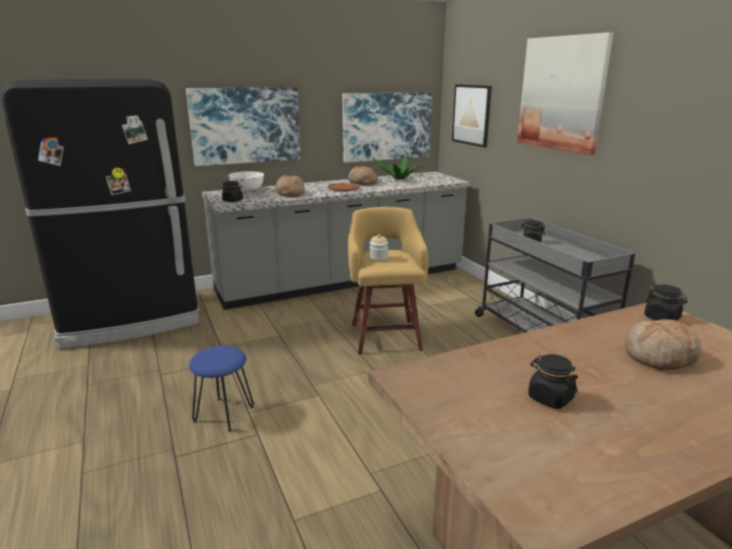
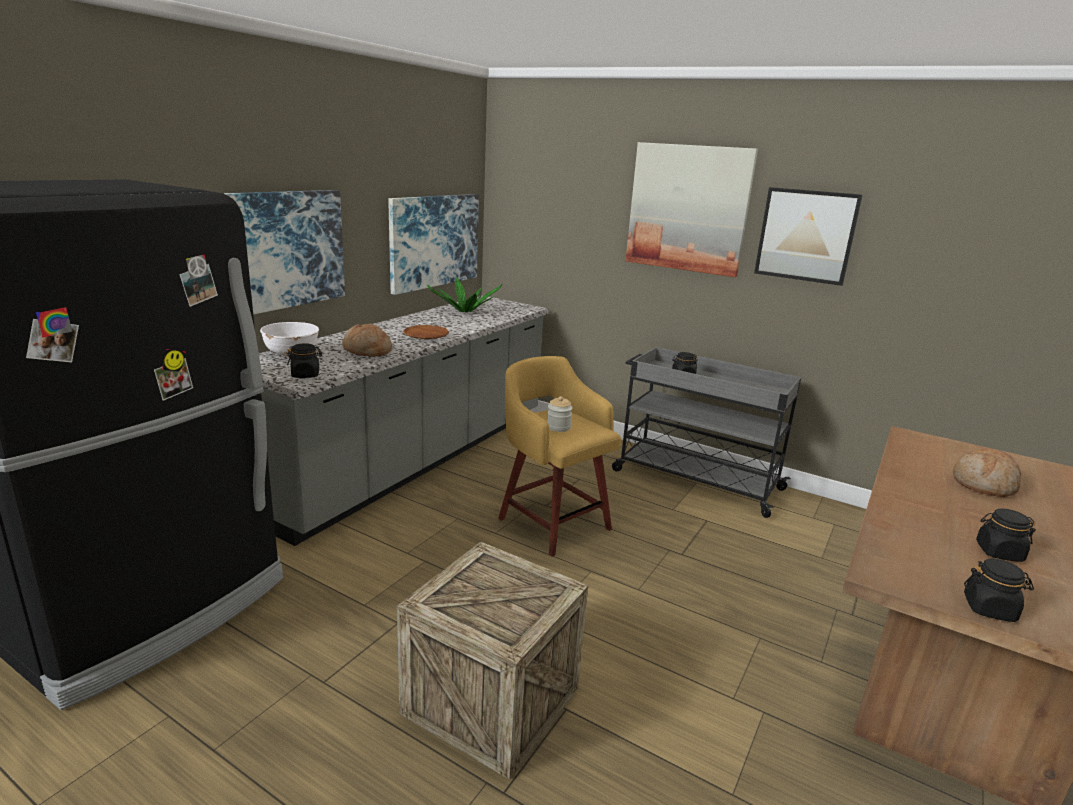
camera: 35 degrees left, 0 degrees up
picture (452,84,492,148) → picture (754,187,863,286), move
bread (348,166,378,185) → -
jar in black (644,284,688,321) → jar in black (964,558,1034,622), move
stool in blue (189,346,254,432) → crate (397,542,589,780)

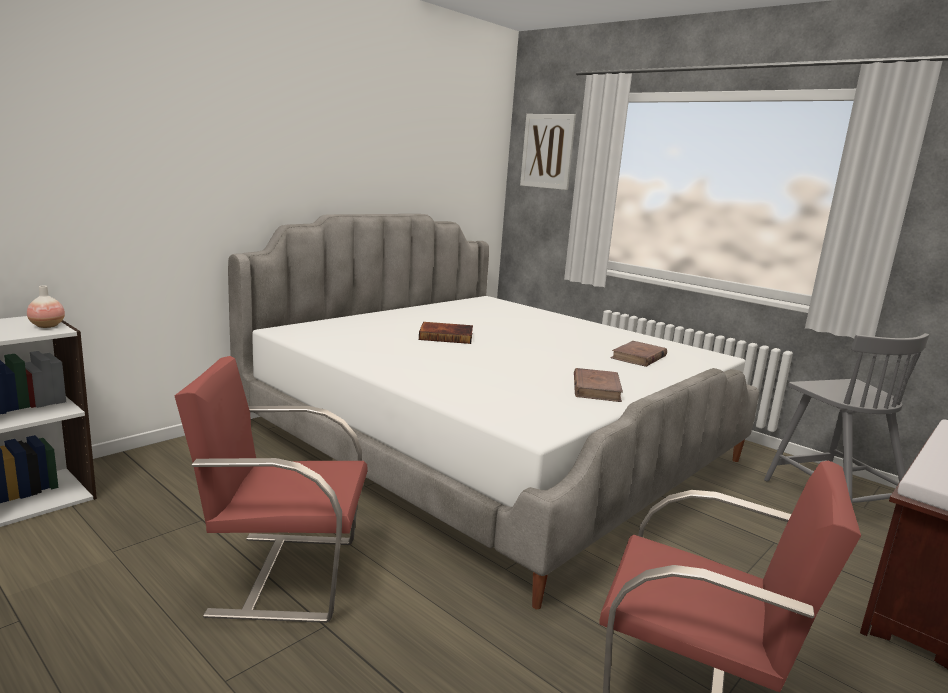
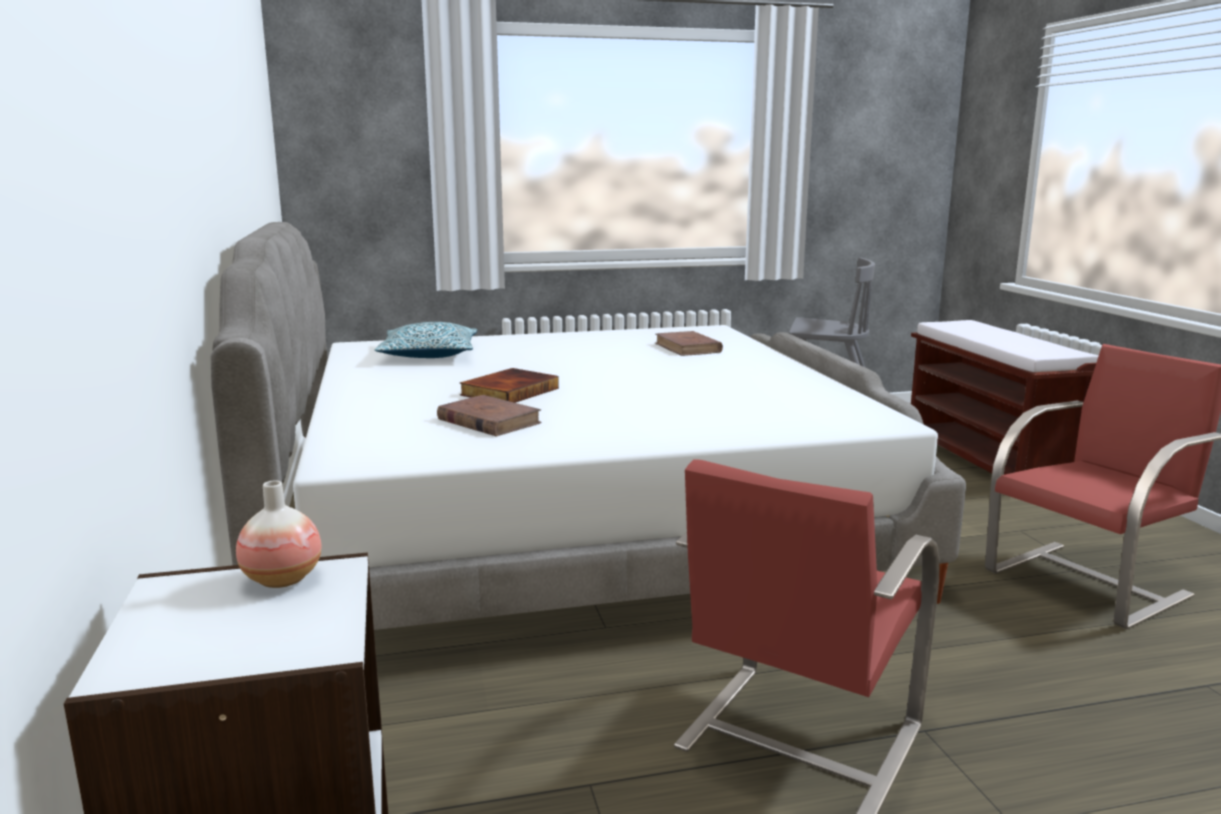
camera: 55 degrees left, 0 degrees up
picture (520,114,576,190) → -
book in brown (574,368,623,402) → book in brown (437,395,541,436), move
- → pillow (374,322,477,358)

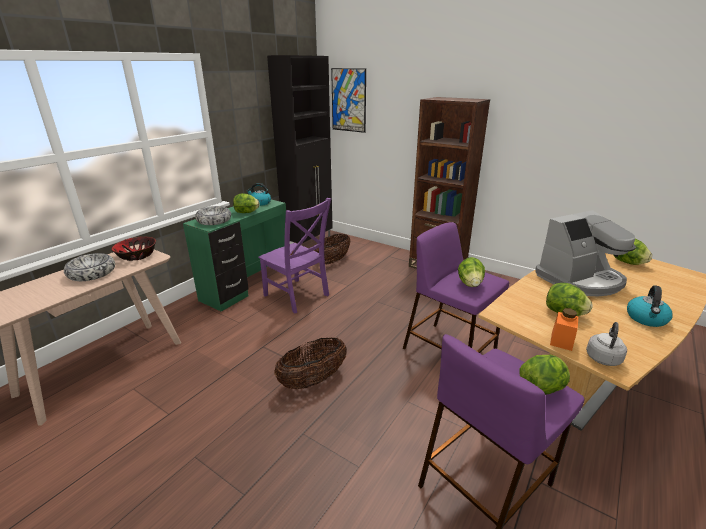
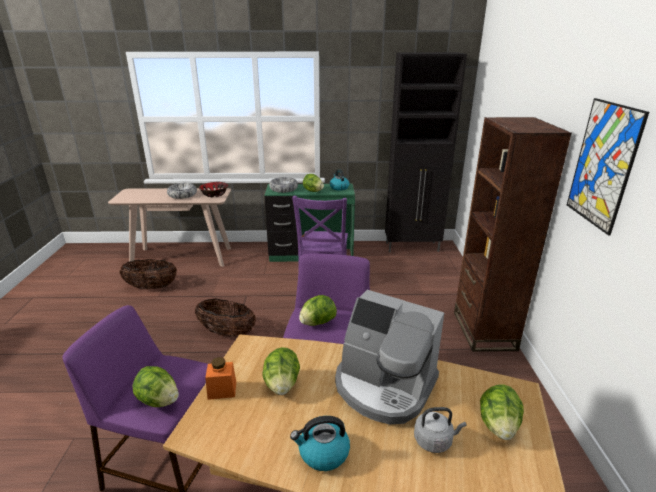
camera: 55 degrees right, 0 degrees up
picture (331,68,366,133) → picture (567,98,649,235), move
basket (314,234,350,264) → basket (119,259,177,289), move
kettle in grey (586,322,627,366) → kettle in grey (414,407,467,453), move

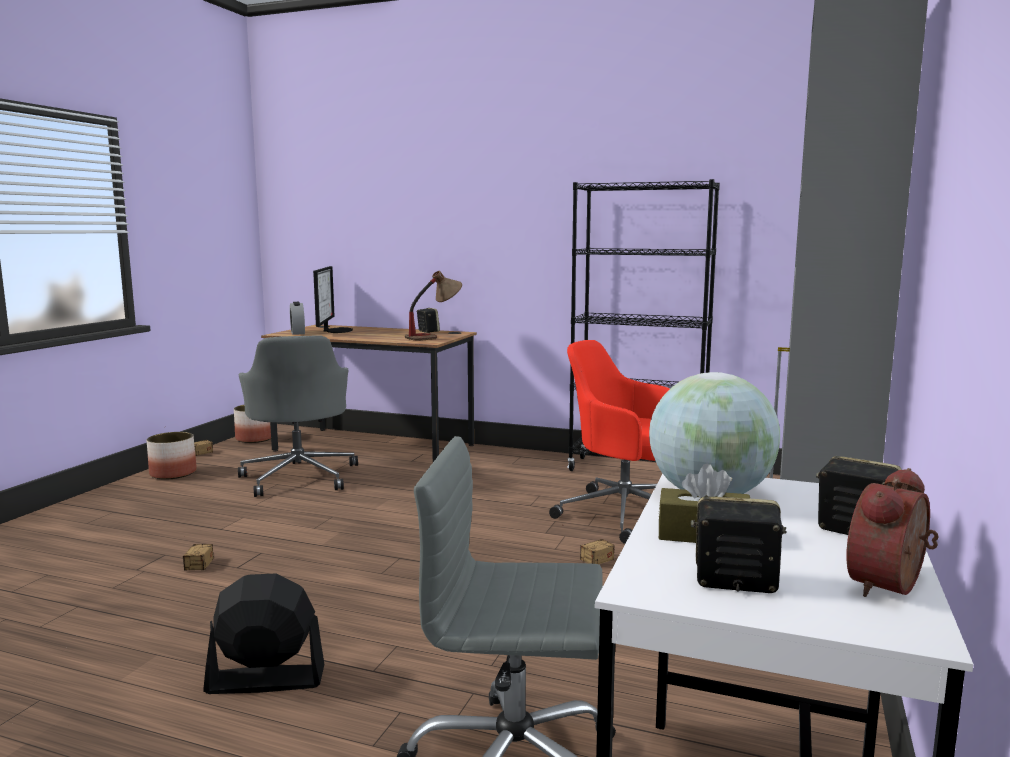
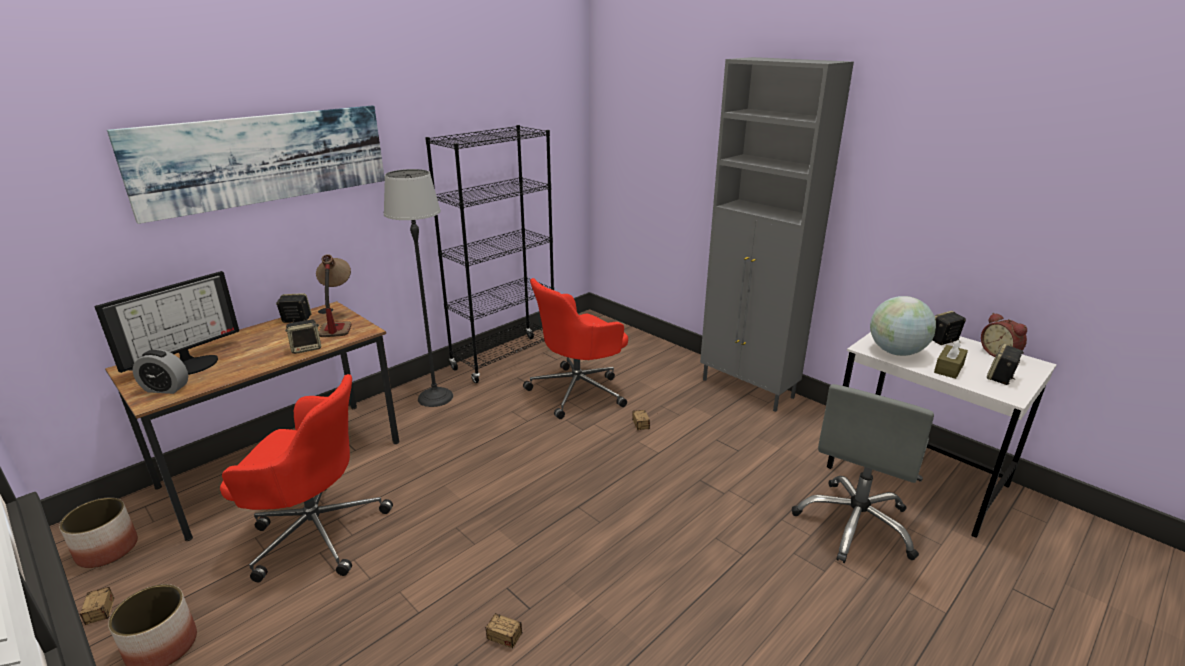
camera: 65 degrees left, 15 degrees up
monitor (313,266,353,333) → monitor (95,271,239,375), 105 degrees clockwise
office chair in grey (238,336,358,497) → office chair in red (220,374,393,582)
fan in black (203,573,324,694) → -
- → picture (107,105,385,224)
- → floor lamp (384,169,453,407)
- → speaker (285,320,321,354)

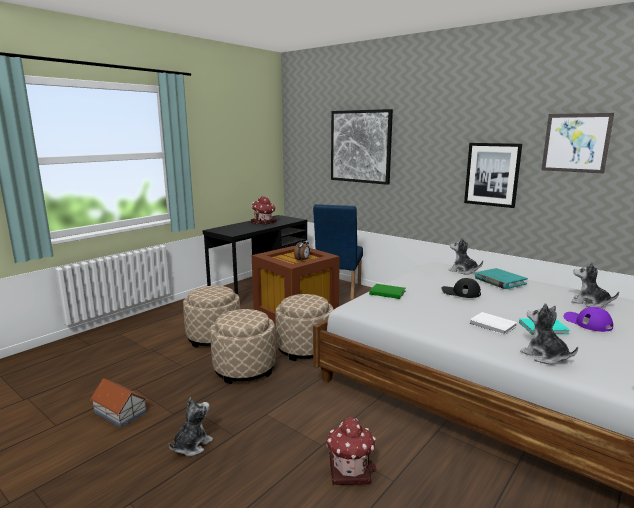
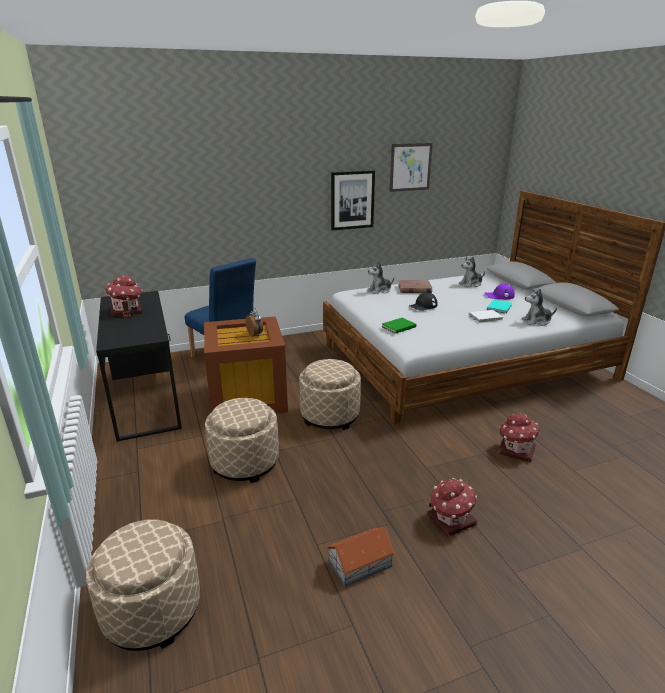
camera: 60 degrees left, 10 degrees up
picture (331,109,393,185) → -
book in turquoise (475,268,528,289) → book in brown (398,280,432,293)
ottoman in beige (210,309,276,384) → ottoman in beige (86,519,200,651), move
plush toy (169,397,213,456) → toy house (427,478,477,537)

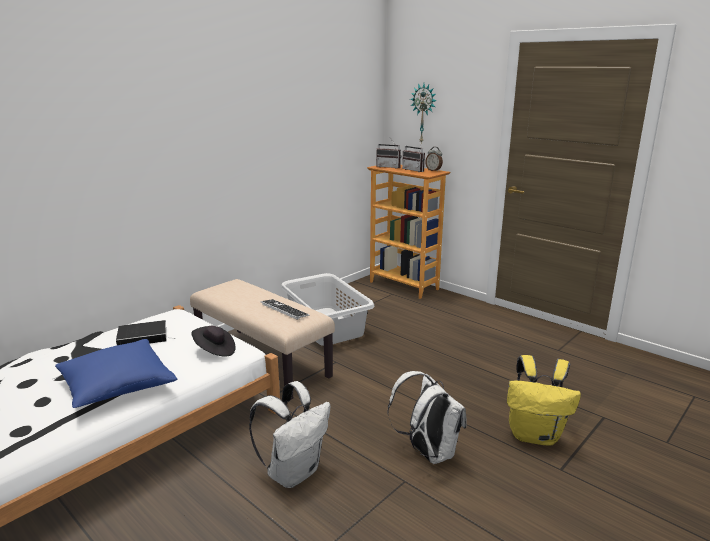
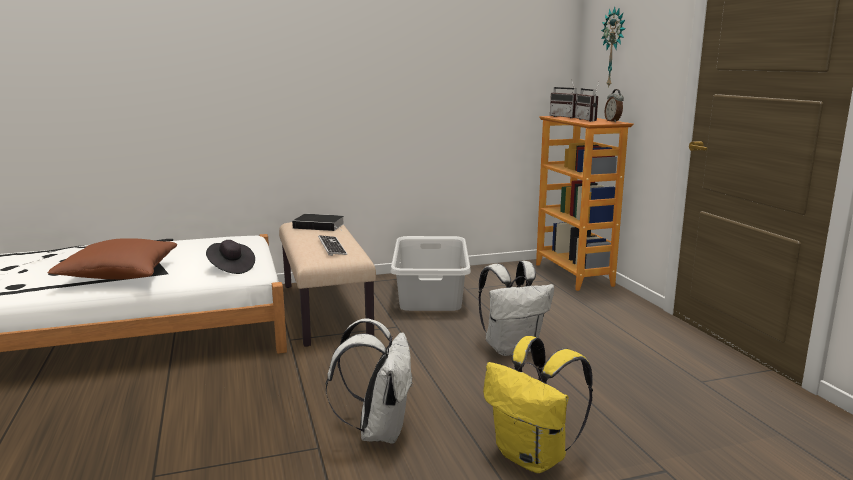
camera: 30 degrees right, 5 degrees down
book (116,320,172,345) → book (292,214,345,231), move
pillow in blue (55,339,177,408) → pillow in brown (48,238,177,279)
backpack in white (249,381,330,488) → backpack in white (478,261,554,356), move

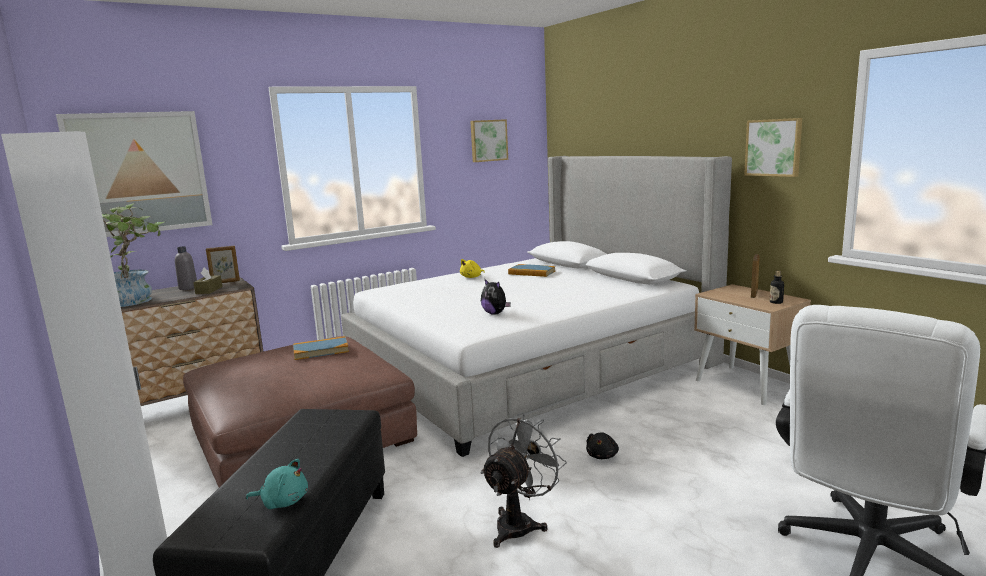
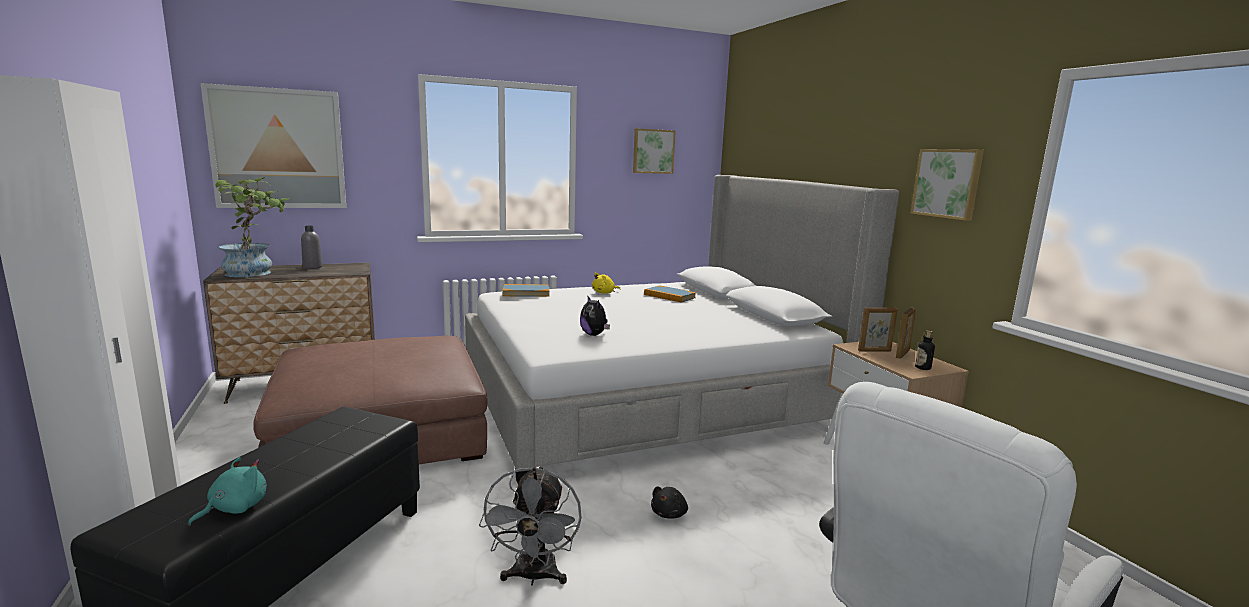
camera: 10 degrees right, 0 degrees up
picture frame (206,246,240,283) → picture frame (858,307,898,352), move
tissue box in brown (193,267,222,294) → -
book (293,336,349,360) → book (502,284,550,297), move
fan in grey (480,412,567,548) → fan in grey (479,466,582,586), 135 degrees clockwise
plush toy in turquoise (246,459,308,509) → plush toy in turquoise (188,457,267,526), 75 degrees counterclockwise

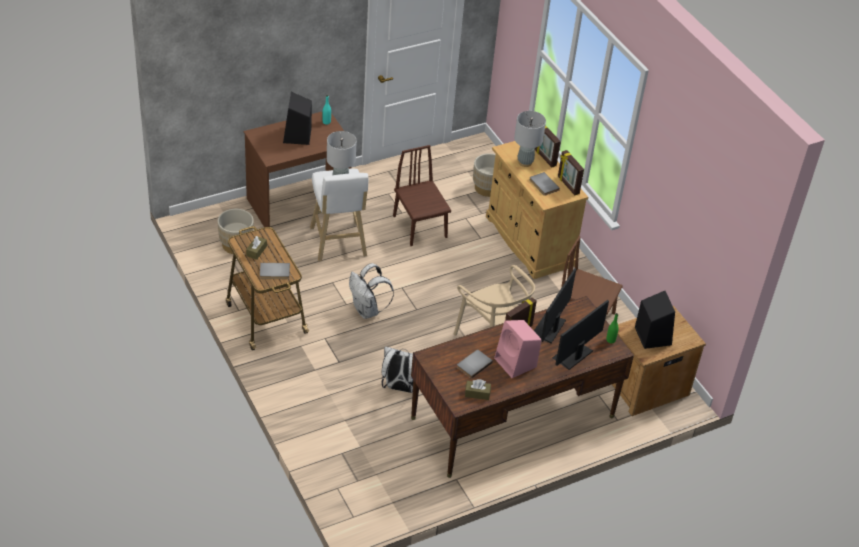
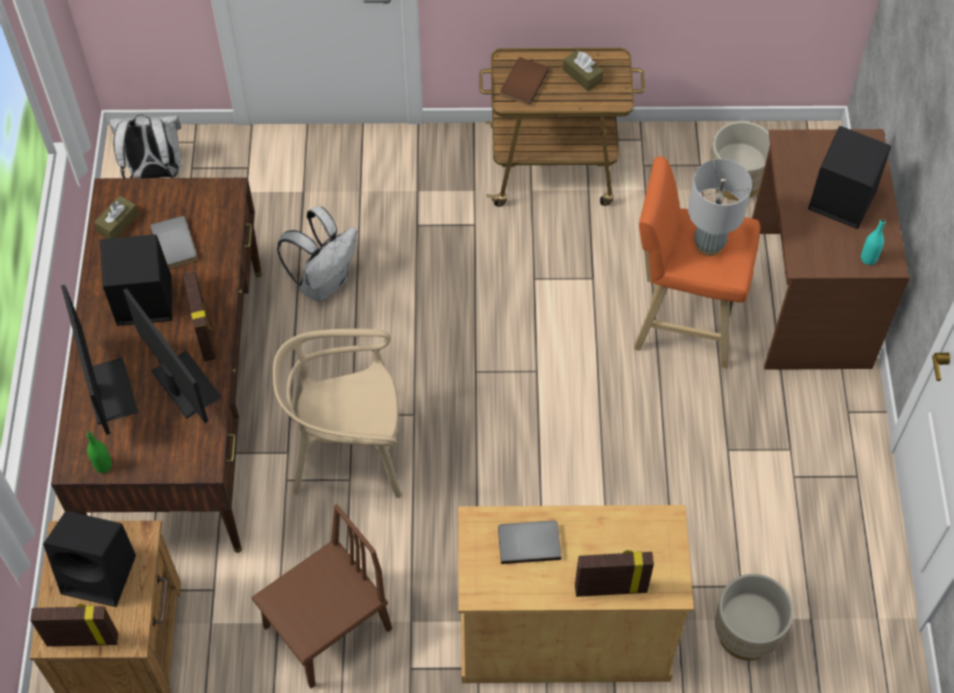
camera: 120 degrees right, 15 degrees up
table lamp in grey (514,111,546,167) → -
chair in brown (393,145,451,246) → -
picture frame (558,150,584,195) → picture frame (30,604,118,647), move
stool in white (310,169,368,261) → stool in orange (634,157,760,368)
book in grey (260,263,290,279) → book in brown (500,57,549,106)
backpack in white (349,263,394,319) → backpack in white (109,114,181,178), move
speaker in pink (494,320,542,378) → speaker in black (99,234,172,326)

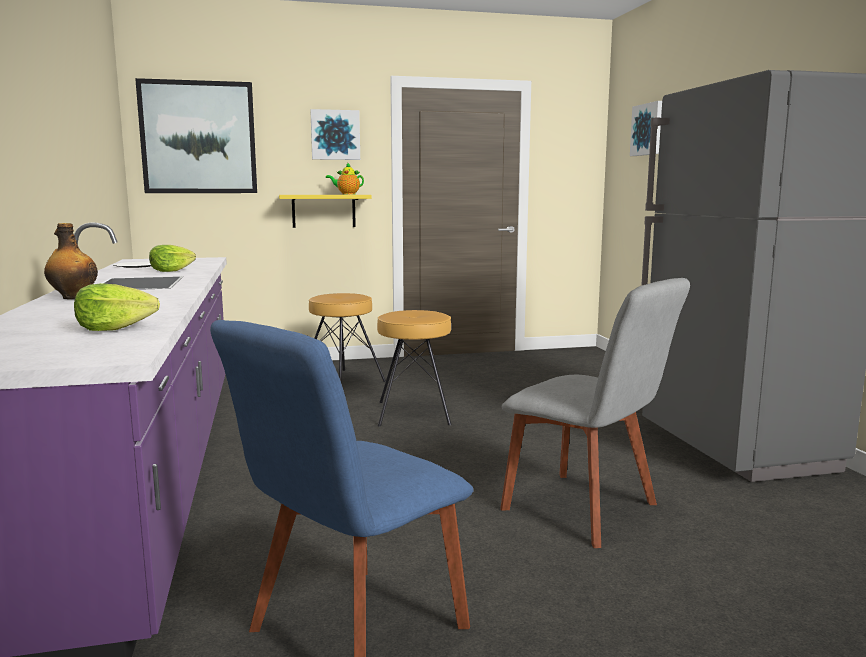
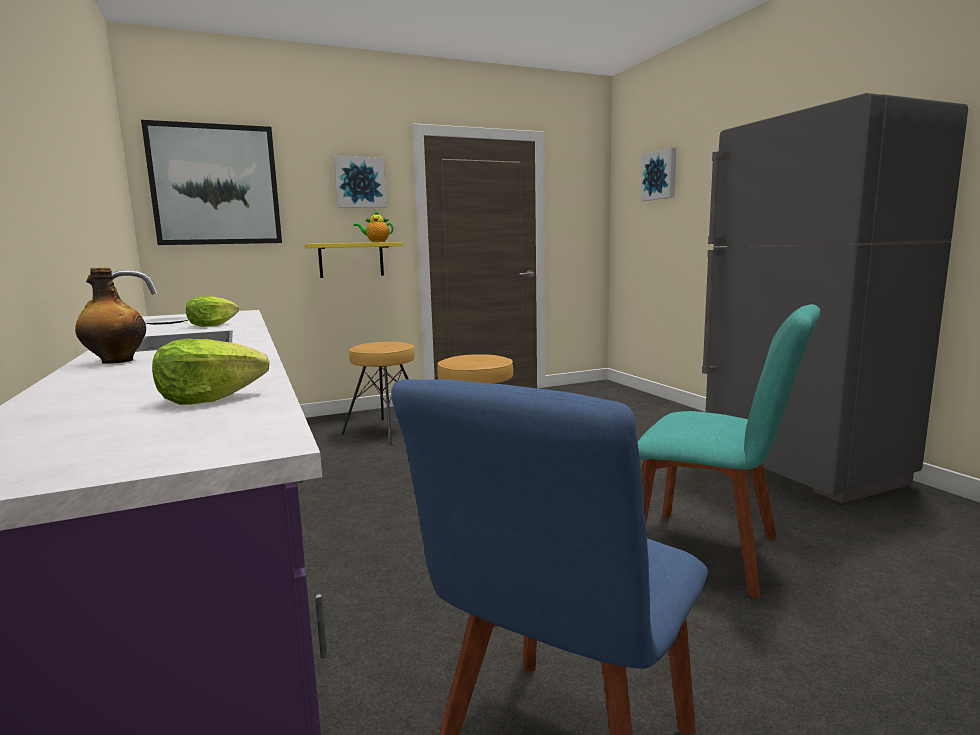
camera: 10 degrees left, 0 degrees up
chair in grey (500,278,690,548) → chair in turquoise (638,304,820,599)

